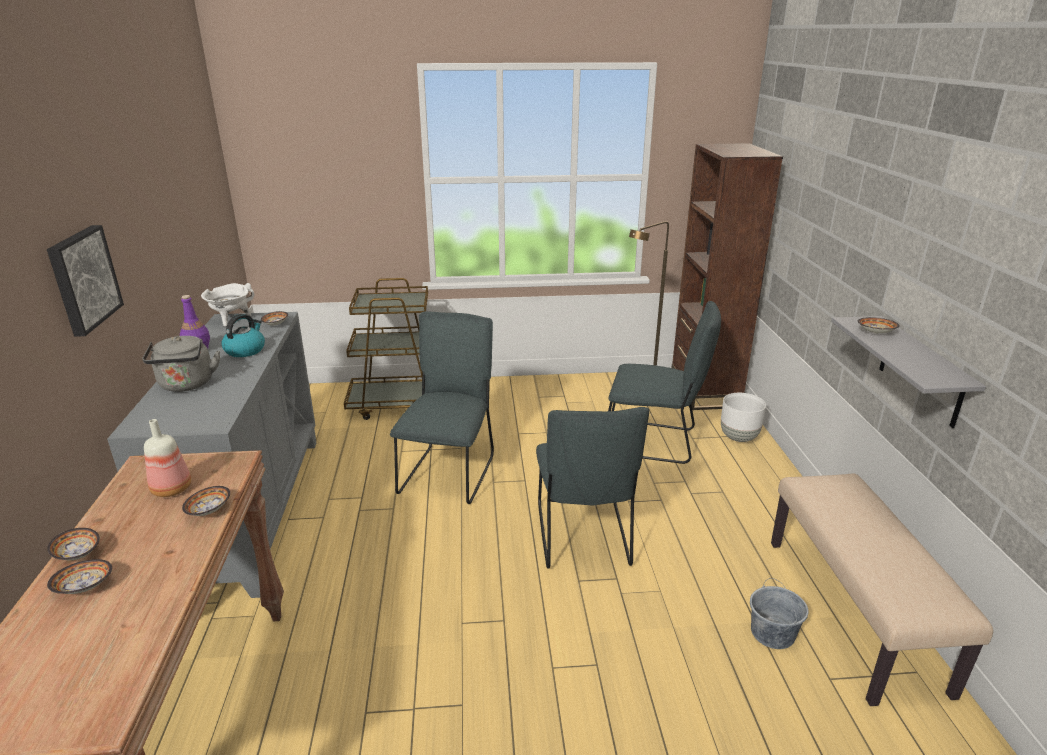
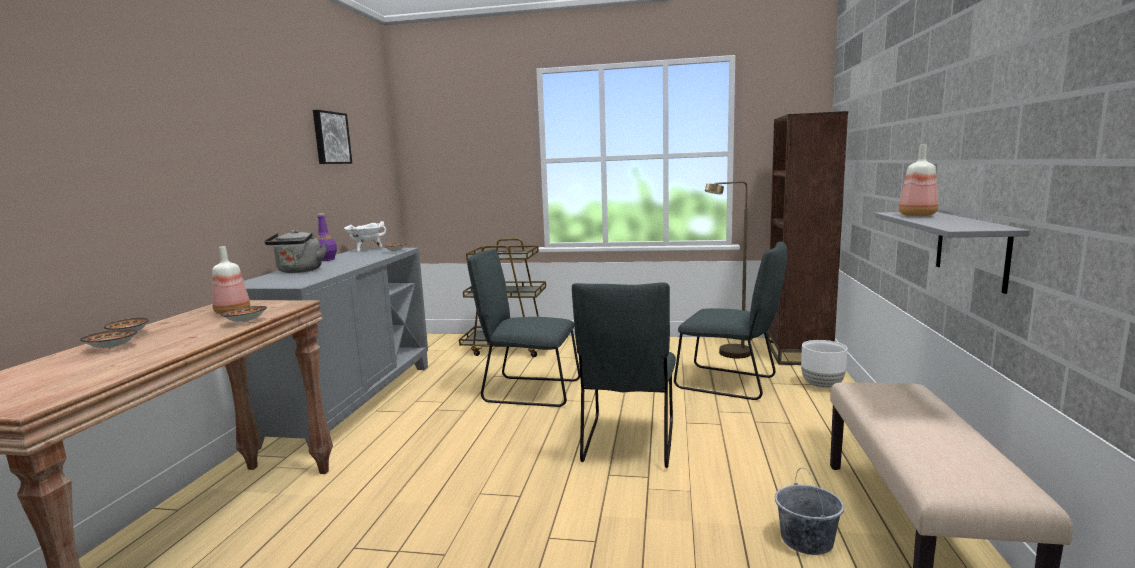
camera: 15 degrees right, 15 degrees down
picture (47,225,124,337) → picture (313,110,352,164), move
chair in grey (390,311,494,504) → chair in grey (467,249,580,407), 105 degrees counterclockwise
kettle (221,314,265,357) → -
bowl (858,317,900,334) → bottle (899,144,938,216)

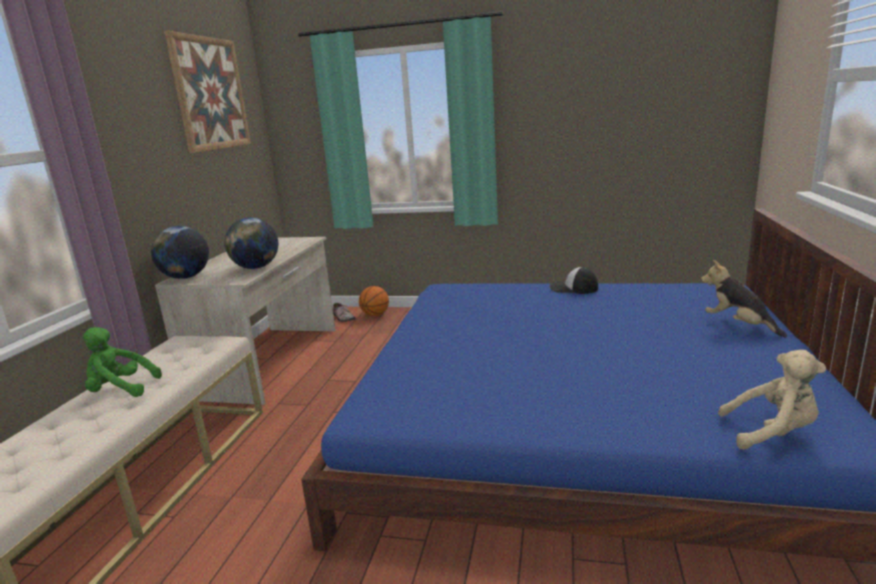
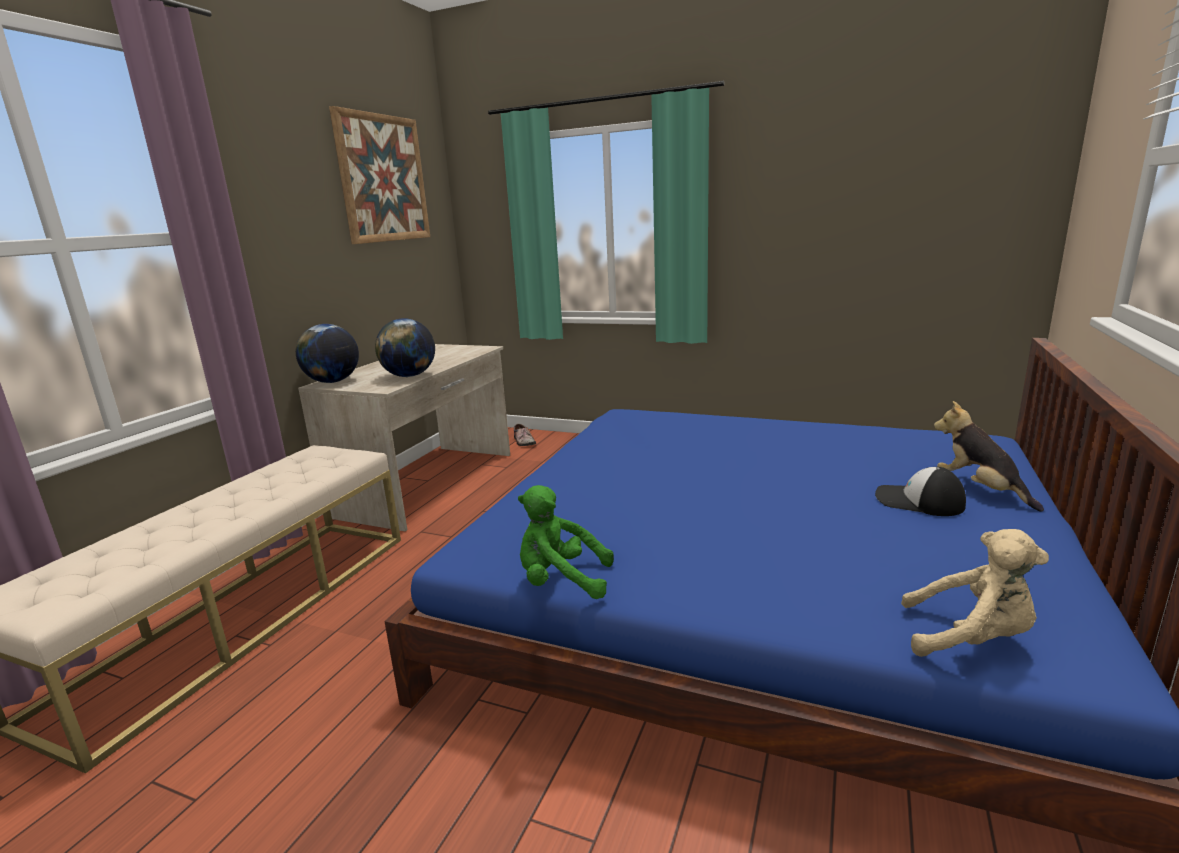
camera: 10 degrees right, 0 degrees up
cap (550,267,598,294) → cap (875,467,966,516), move
basketball (359,286,389,316) → -
plush toy in green (83,327,162,397) → plush toy in green (518,485,614,599), move

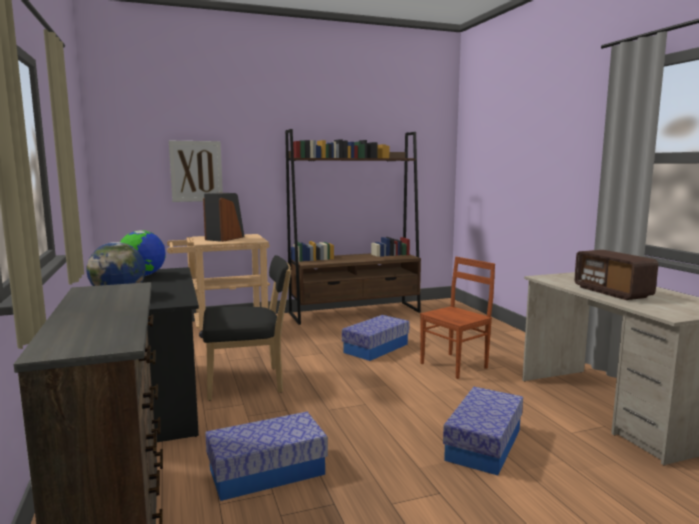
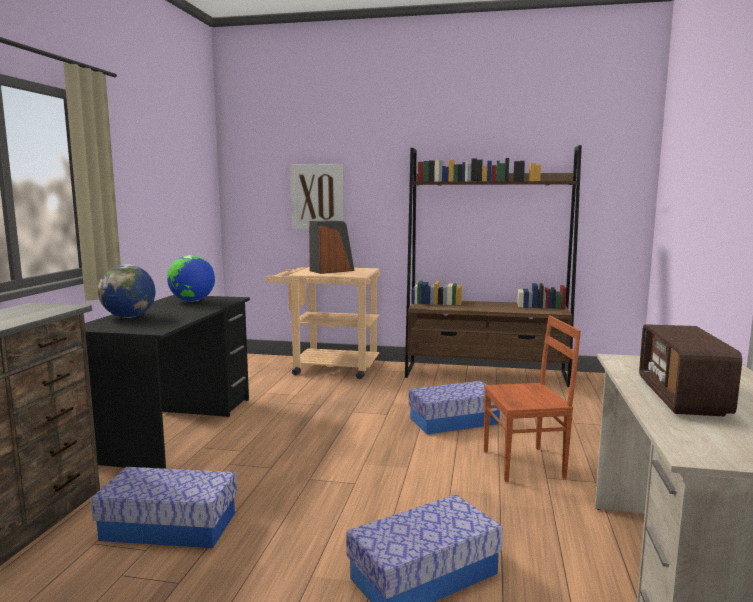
camera: 30 degrees right, 0 degrees up
chair in black (202,255,291,401) → -

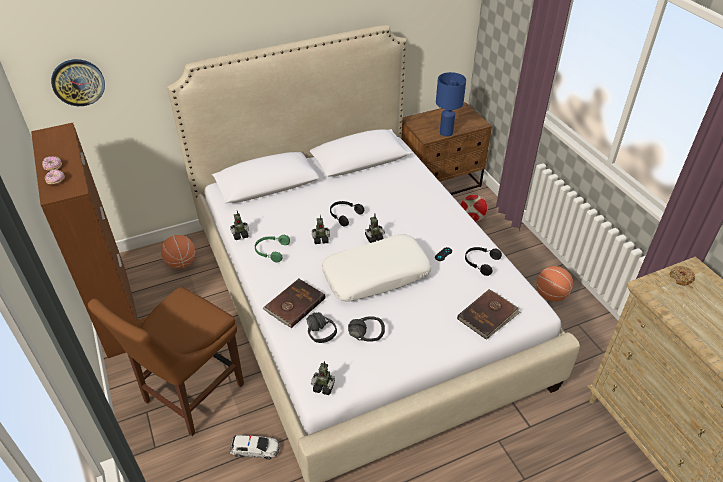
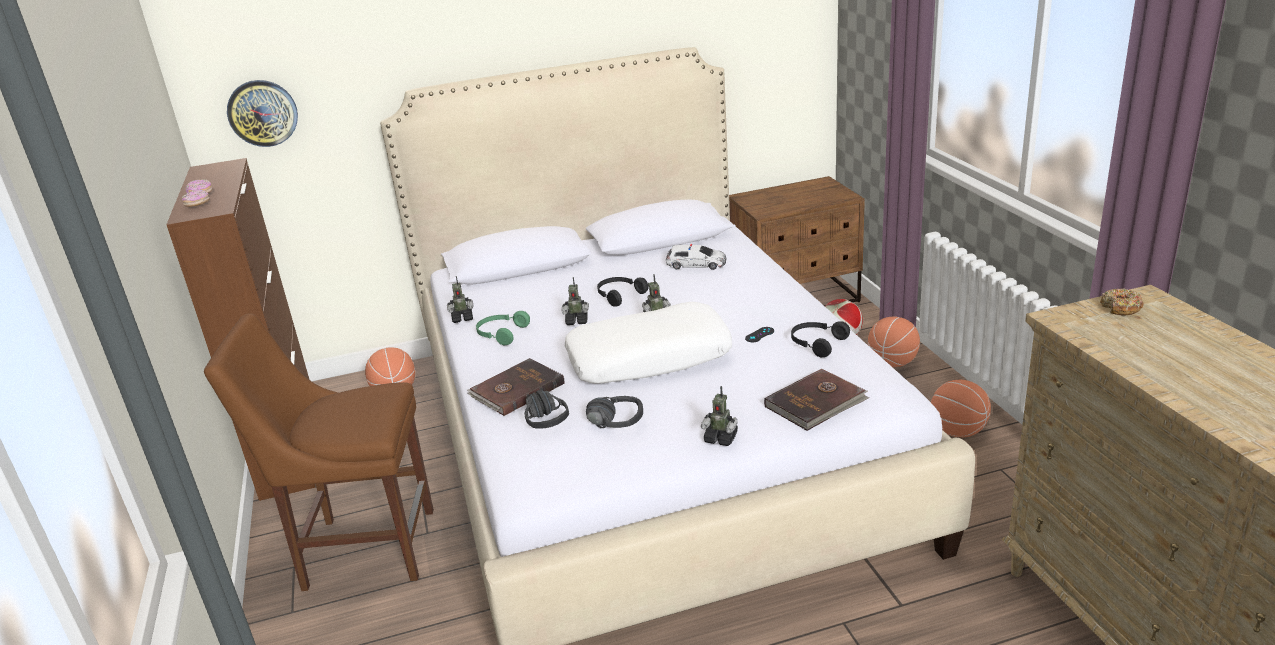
camera: 10 degrees right, 15 degrees down
table lamp in blue (436,72,466,137) → -
chair in brown (88,287,244,436) → chair in brown (204,313,434,591), 45 degrees clockwise
toy robot (311,361,335,395) → toy robot (701,386,738,446), move
toy car (229,435,280,460) → toy car (666,244,726,270), move
- → basketball (868,317,920,367)

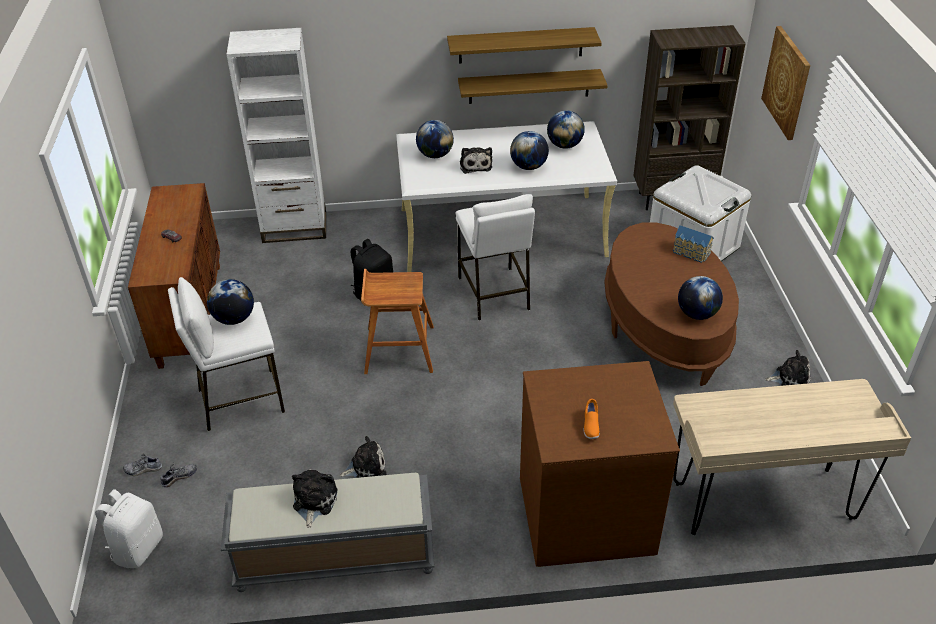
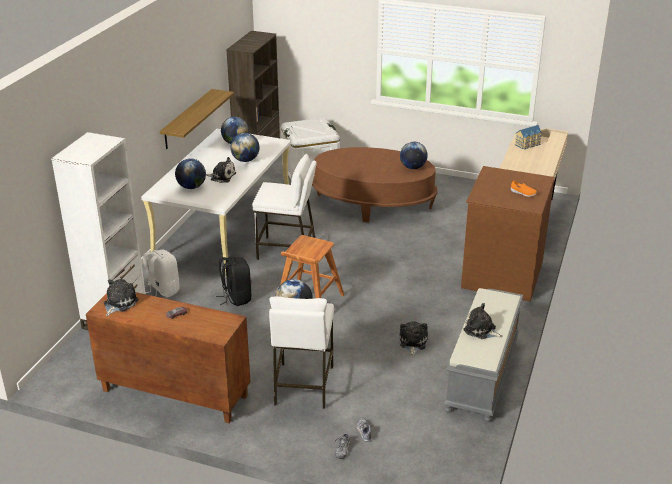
camera: 65 degrees left, 10 degrees down
picture (761,26,810,140) → -
shelf (447,27,602,64) → -
toy house (673,225,714,263) → toy house (515,125,542,150), move
plush toy (765,350,811,386) → plush toy (104,279,139,316), move
backpack in white (95,489,163,568) → backpack in white (143,250,180,298), move

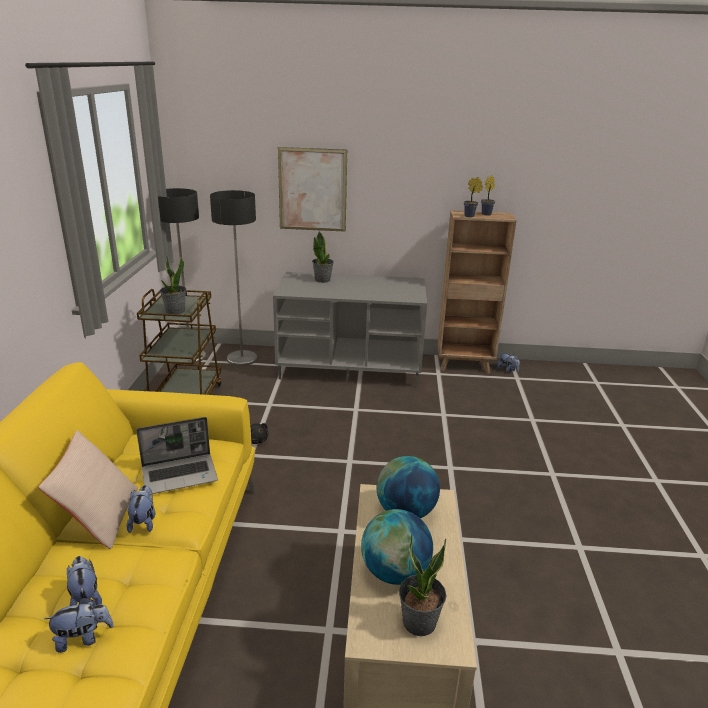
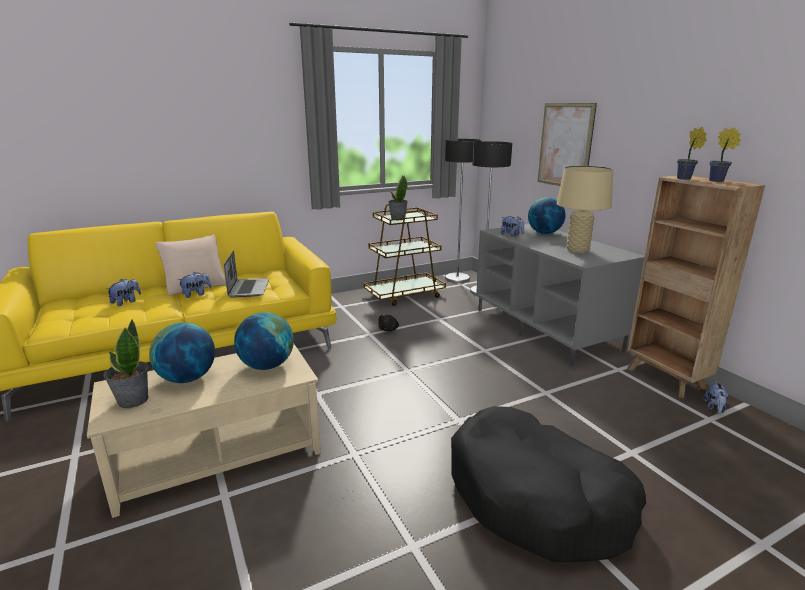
camera: 60 degrees right, 5 degrees down
potted plant (312,231,334,283) → globe (528,197,566,234)
laptop (136,417,218,494) → laptop (224,251,269,298), 135 degrees counterclockwise
plush toy (44,598,114,653) → plush toy (500,216,524,237), move
- → table lamp in beige (557,166,613,253)
- → dog bed in black (451,406,646,562)

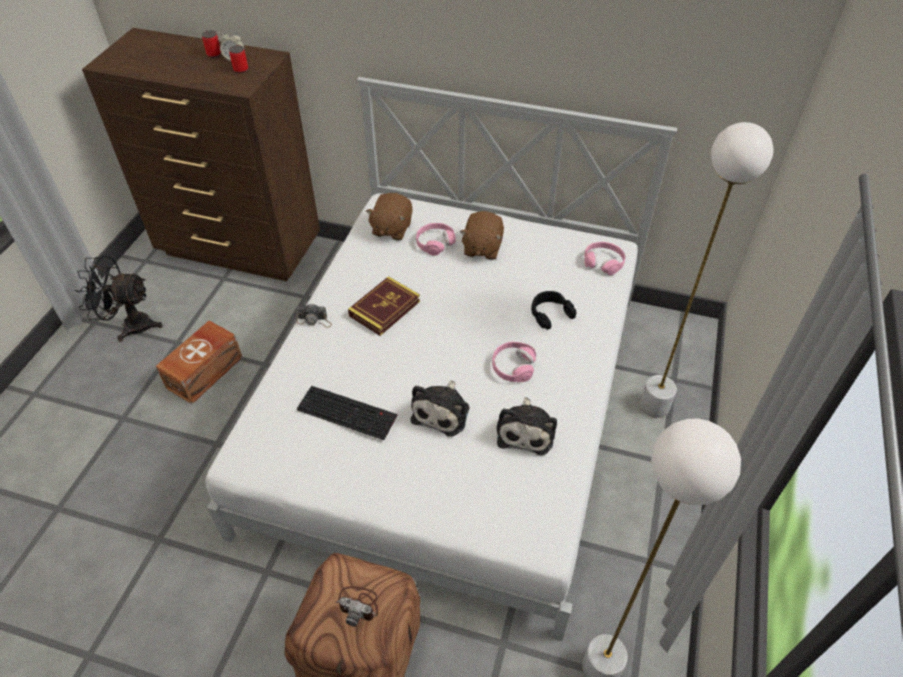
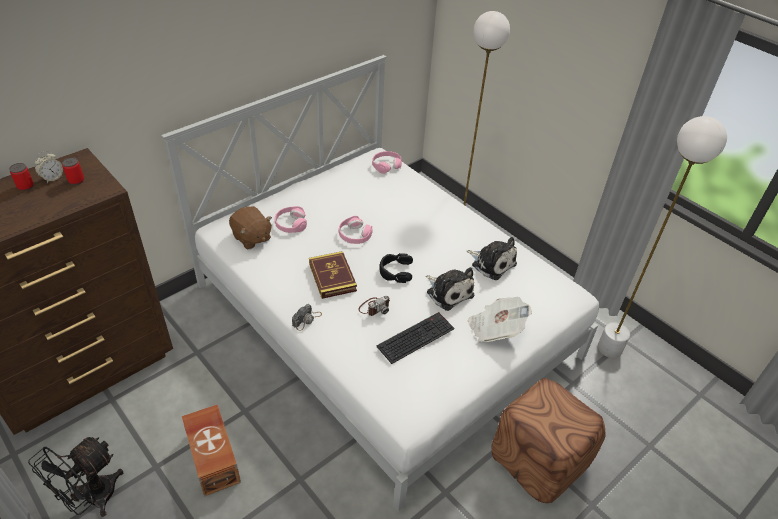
camera: 60 degrees left, 5 degrees down
plush toy in brown (460,211,504,260) → -
headphones in black (531,291,576,330) → headphones in black (379,253,413,283), move
headphones in pink (492,342,536,382) → headphones in pink (339,216,373,244), move
photo camera (336,586,378,627) → photo camera (358,296,390,316), move
- → newspaper (468,297,532,342)

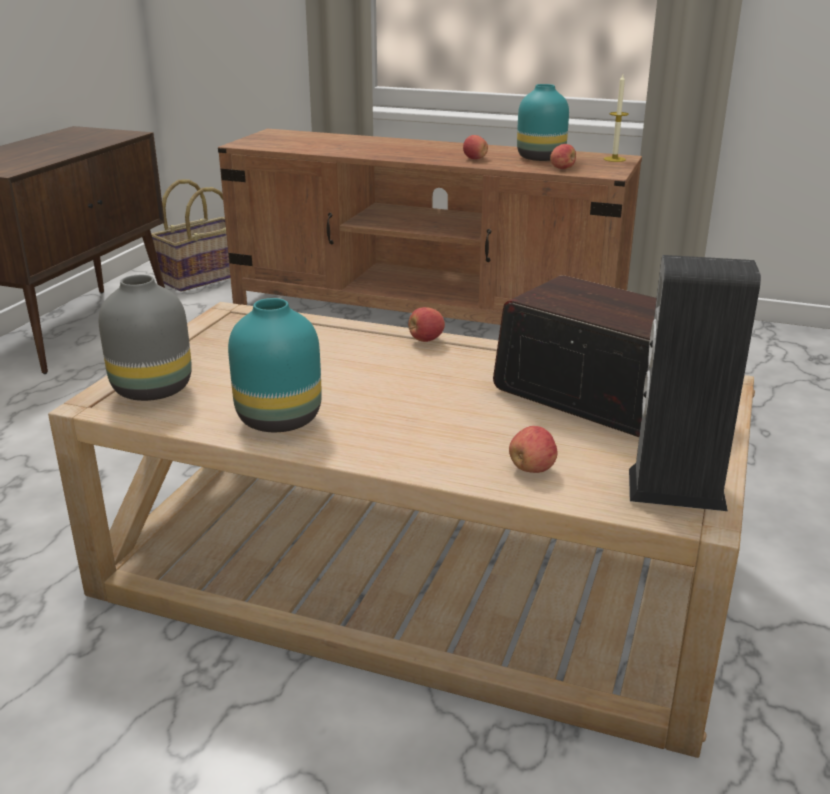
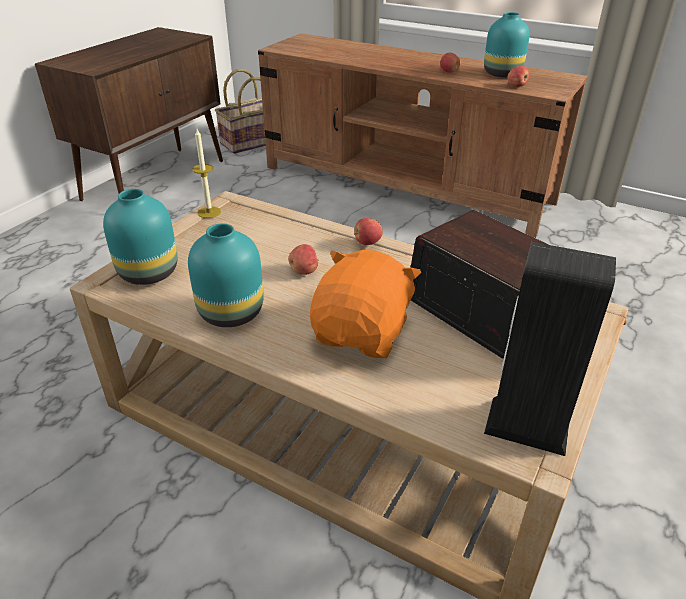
camera: 10 degrees right, 10 degrees up
candle (604,75,629,162) → candle (192,129,221,218), move
vase in grey (99,275,192,401) → vase in turquoise (103,189,178,285)
apple (509,426,557,473) → apple (288,244,319,275), move
- → plush toy in orange (310,250,421,358)

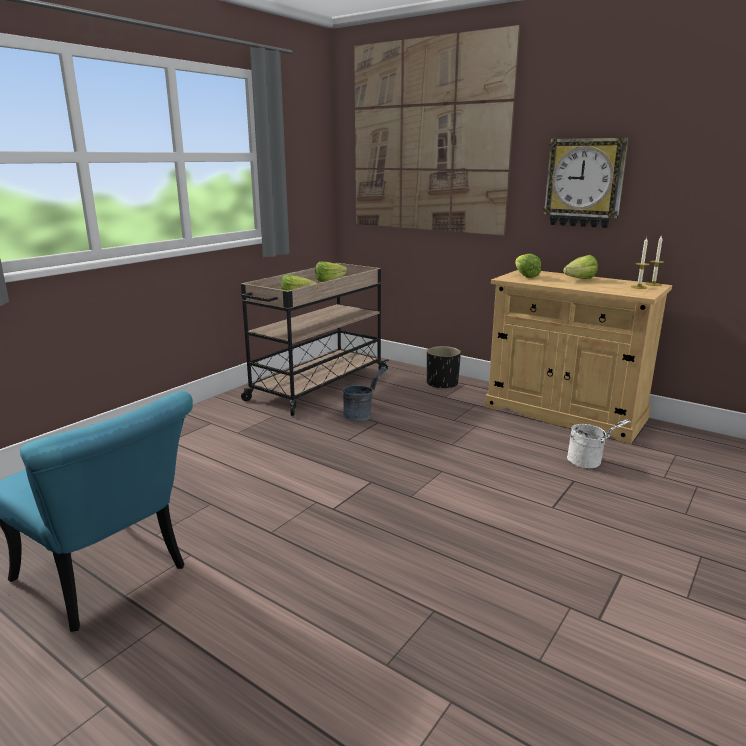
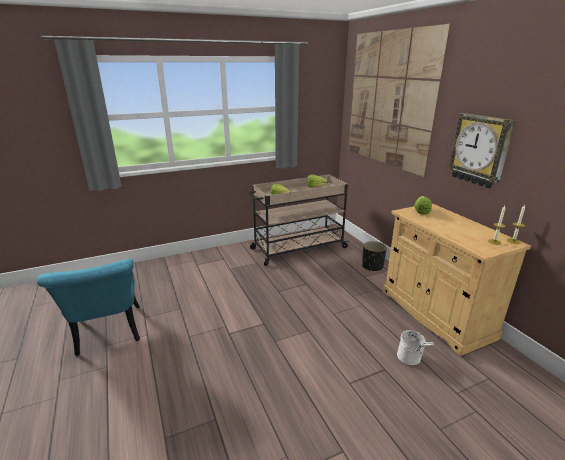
camera: 30 degrees right, 5 degrees up
lettuce (563,255,598,279) → -
bucket in grey (343,366,387,421) → -

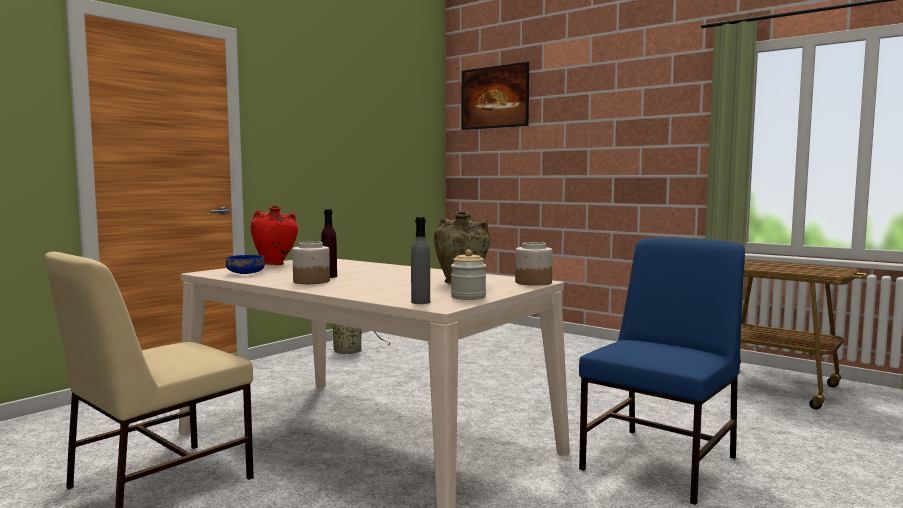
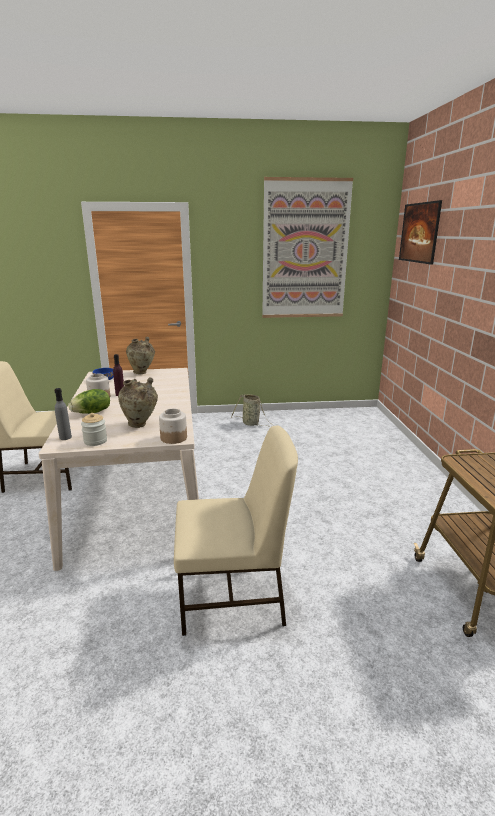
camera: 45 degrees right, 15 degrees up
vase in red (250,206,298,265) → vase in beige (126,337,155,374)
chair in blue (579,237,745,505) → chair in beige (174,425,298,636)
- → picture (262,177,353,318)
- → lettuce (68,389,110,414)

